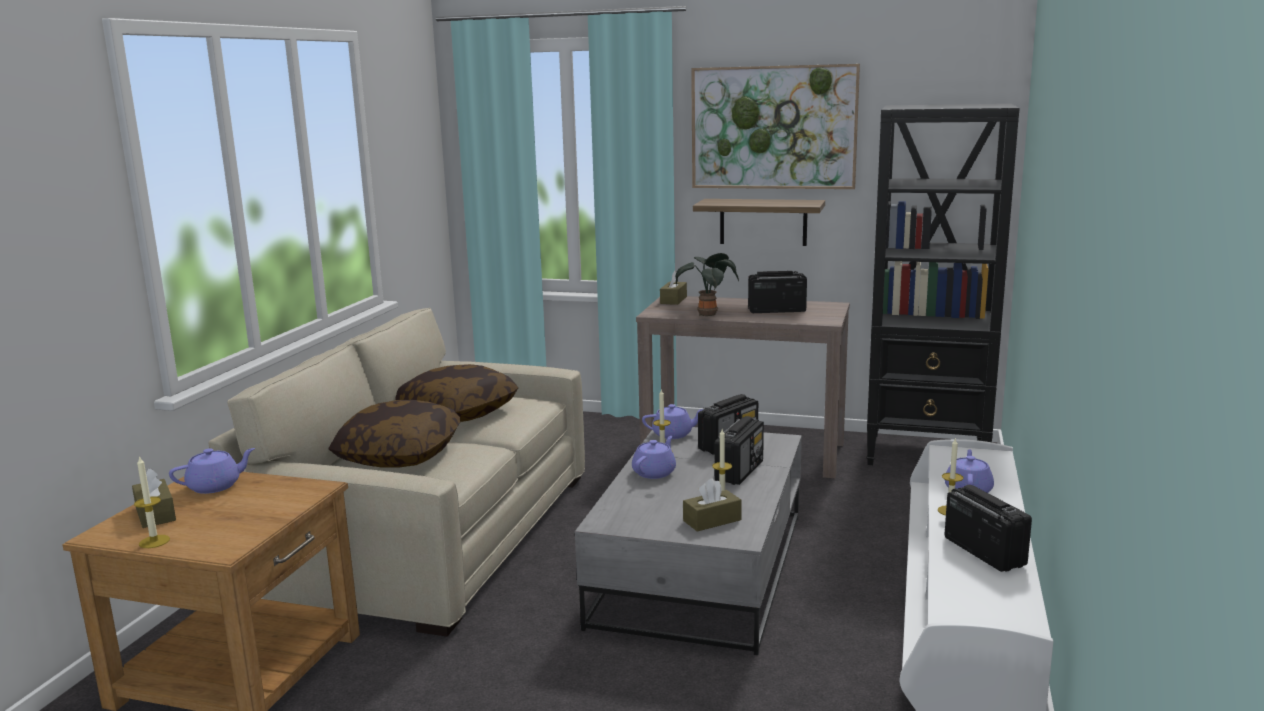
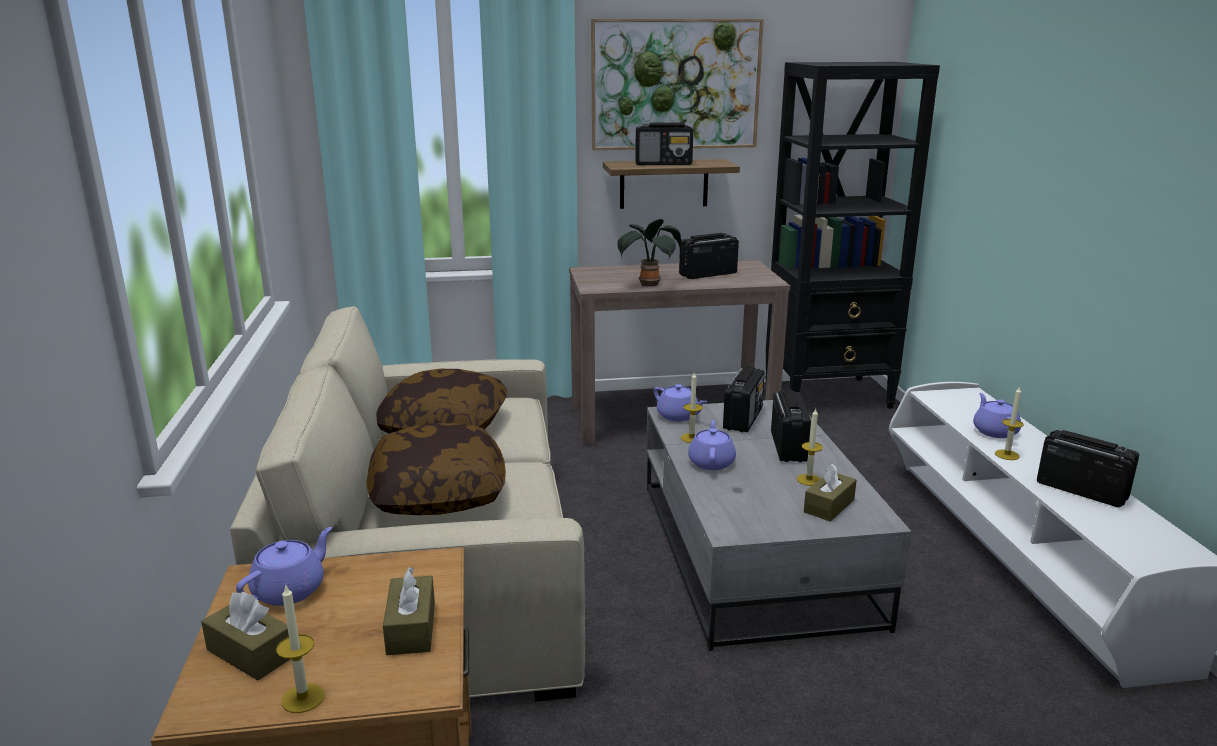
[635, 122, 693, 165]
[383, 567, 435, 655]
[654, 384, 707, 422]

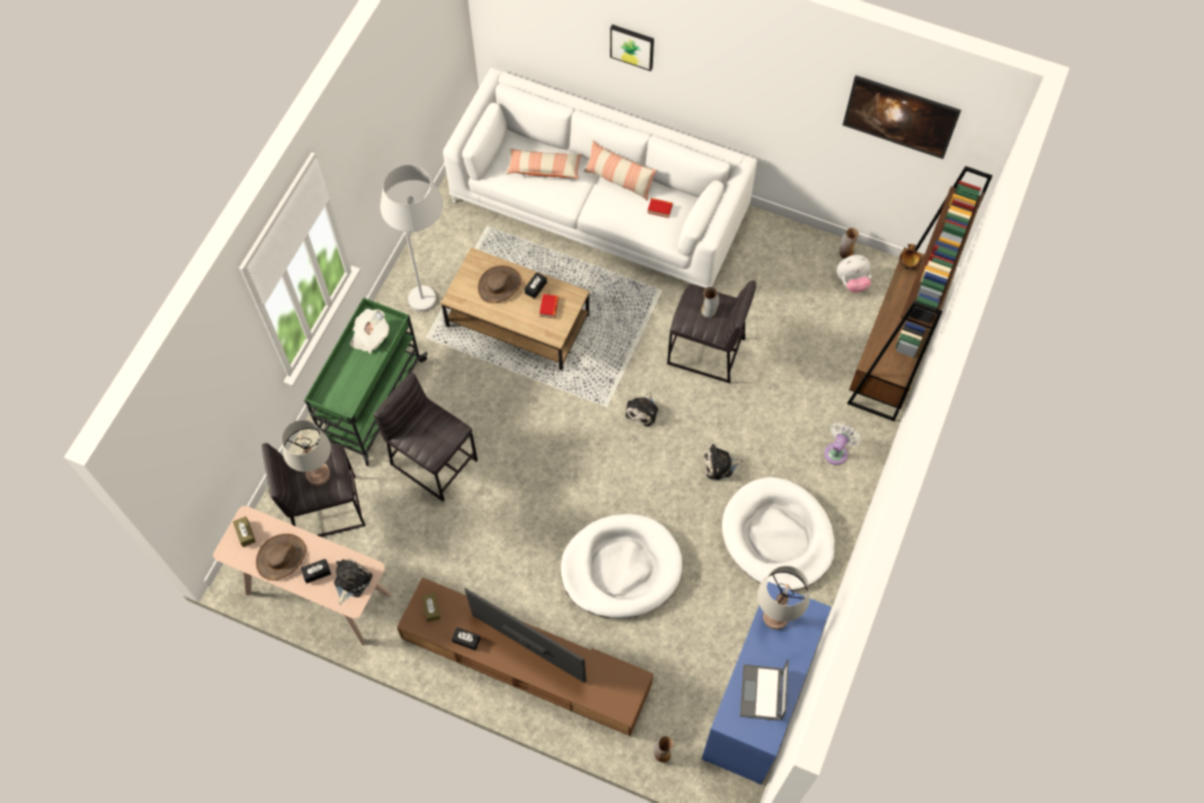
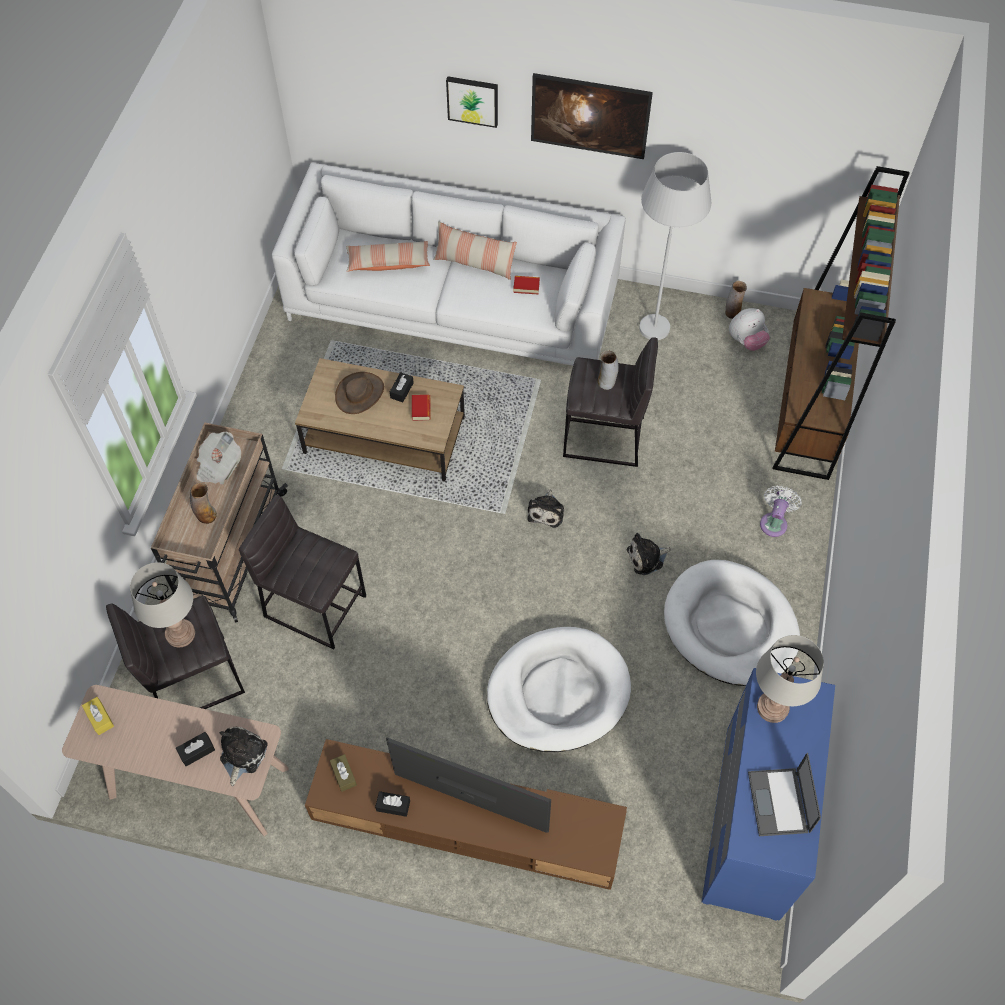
[256, 534, 306, 580] (first image)
[899, 244, 921, 271] (first image)
[639, 152, 711, 340]
[190, 482, 217, 524]
[531, 73, 653, 159]
[82, 697, 114, 735]
[151, 422, 288, 623]

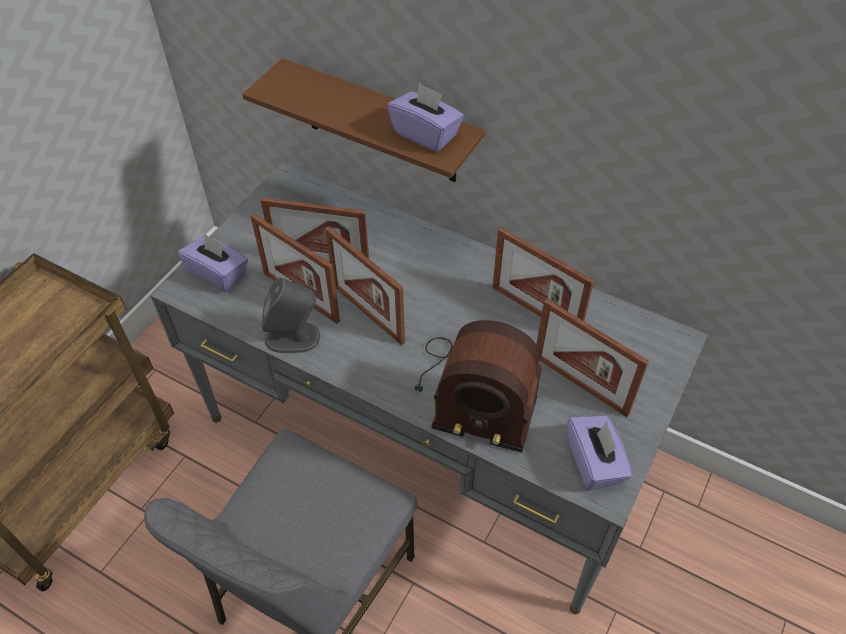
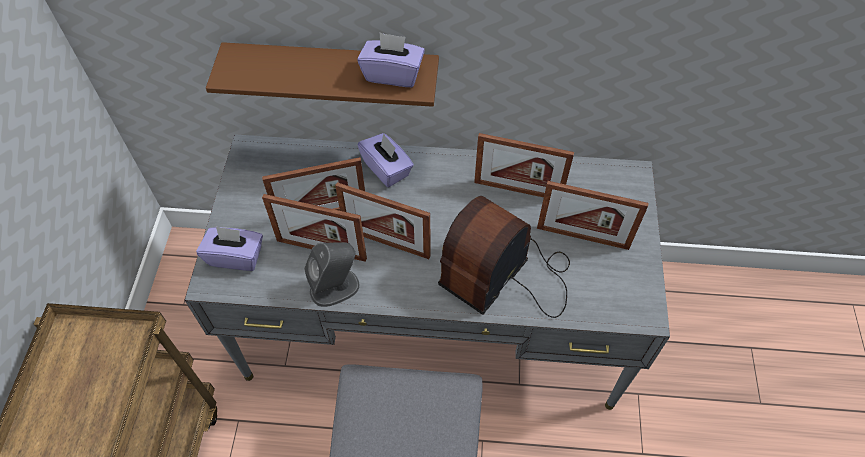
[358, 133, 414, 187]
[438, 196, 570, 318]

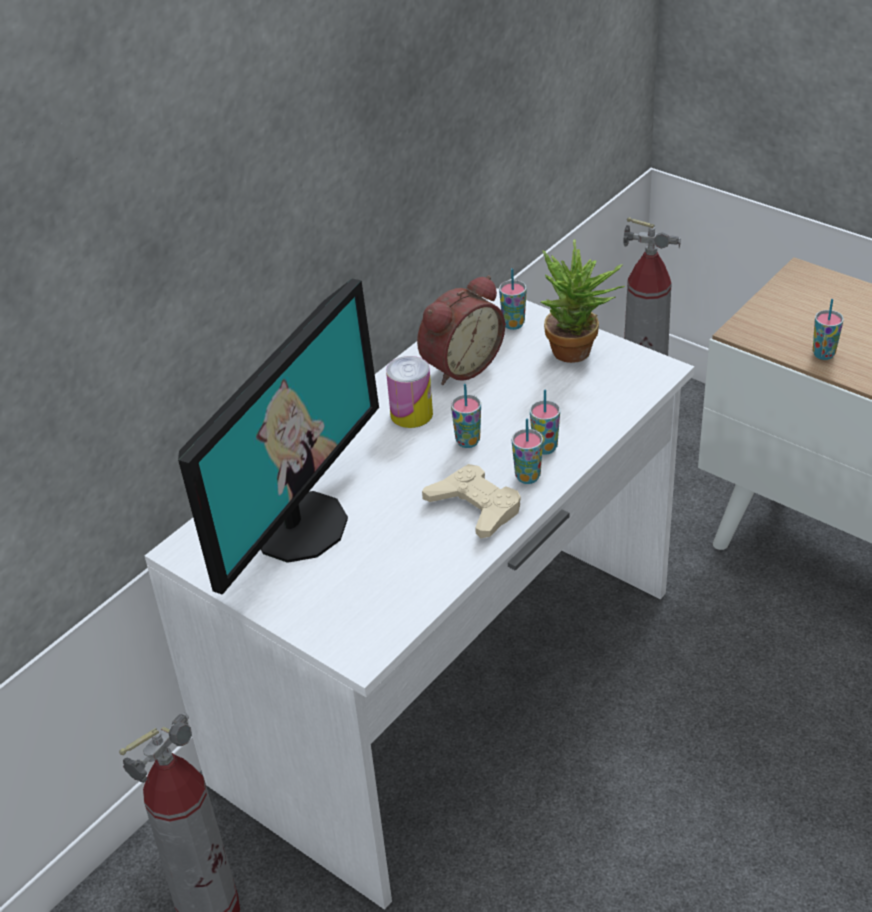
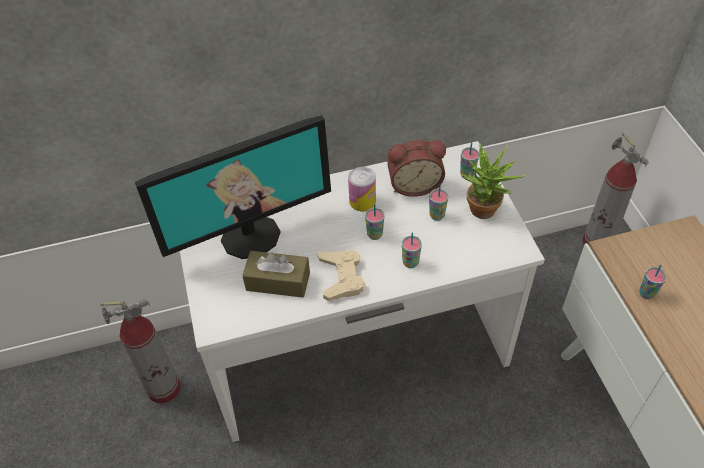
[242, 251, 310, 298]
[429, 185, 449, 221]

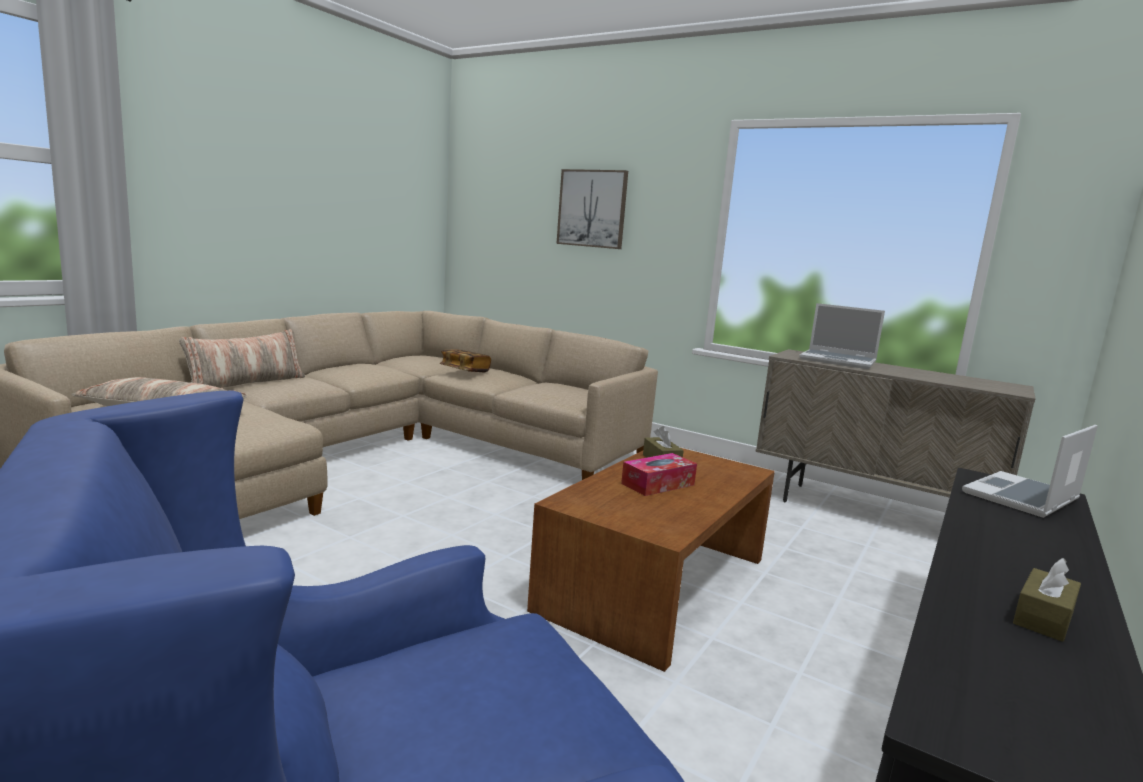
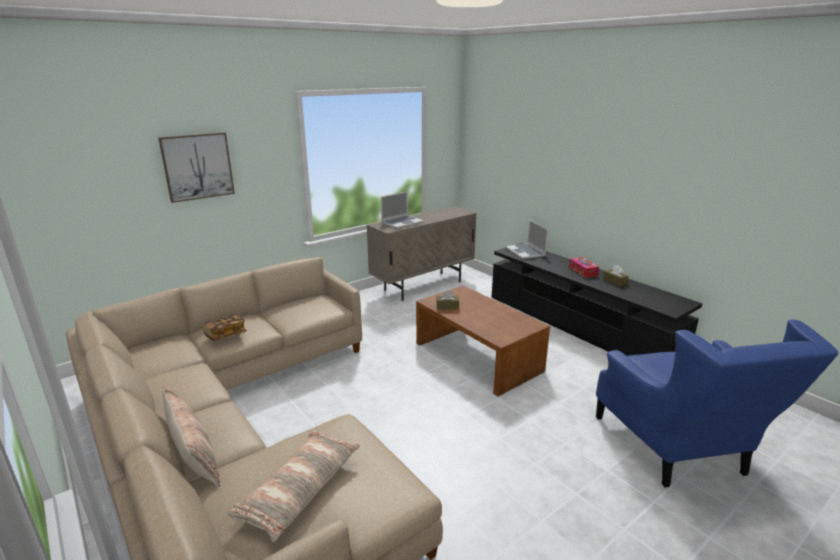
[569, 257, 599, 278]

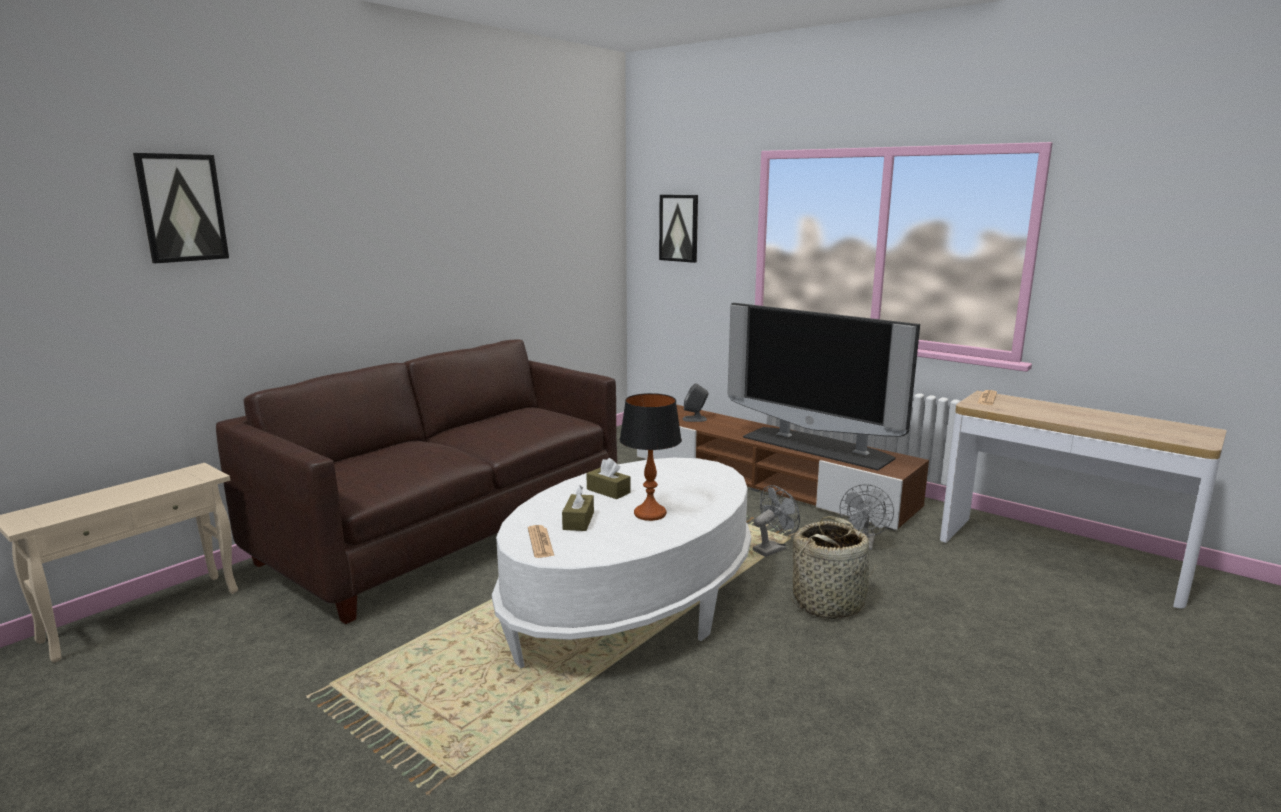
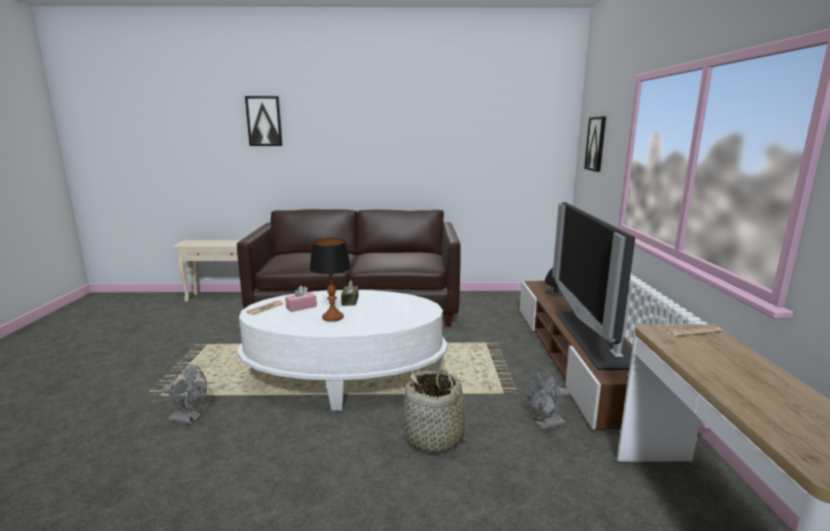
[163, 365, 207, 425]
[285, 286, 317, 312]

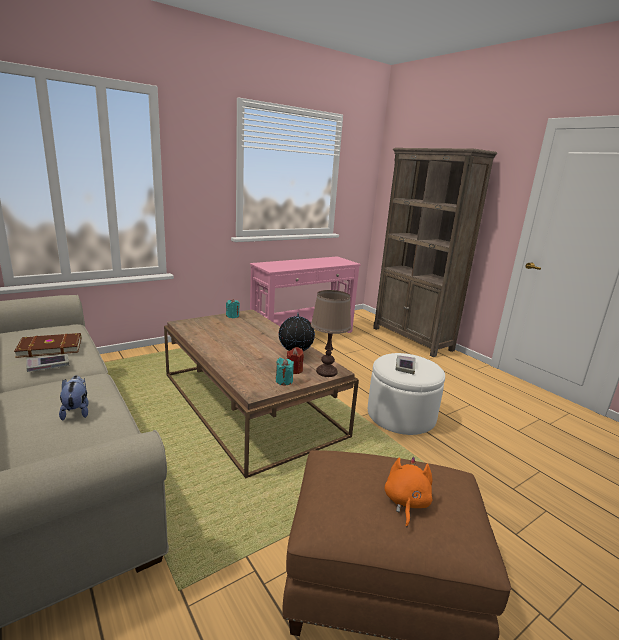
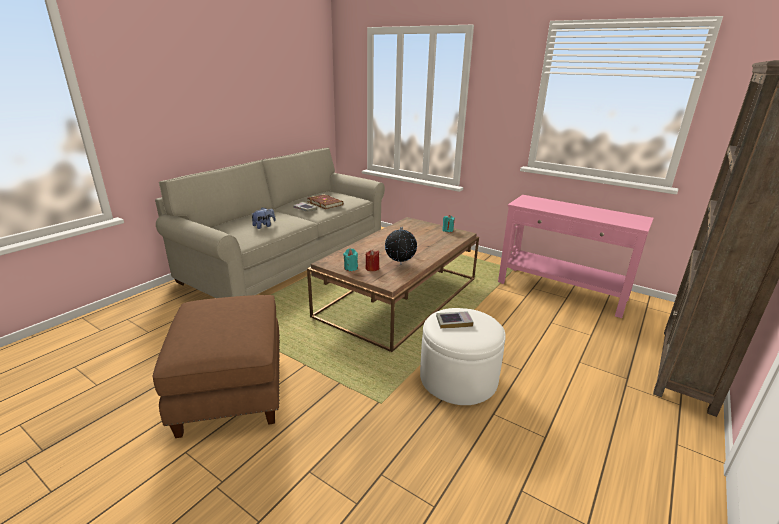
[311, 290, 351, 377] (first image)
[385, 457, 432, 528] (first image)

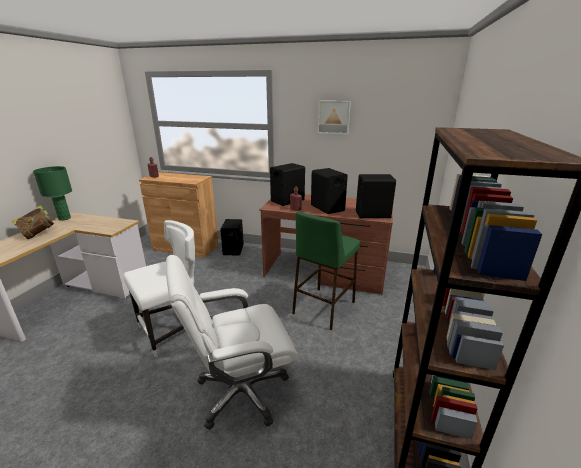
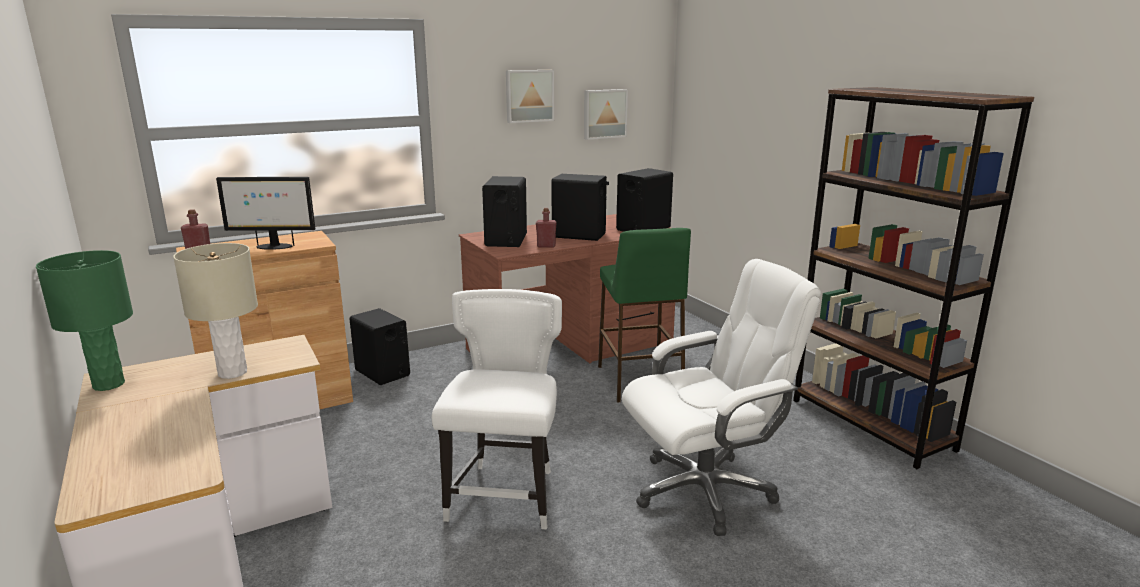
[12, 205, 55, 239] (first image)
[173, 243, 258, 379]
[216, 177, 315, 250]
[584, 89, 628, 140]
[622, 259, 821, 536]

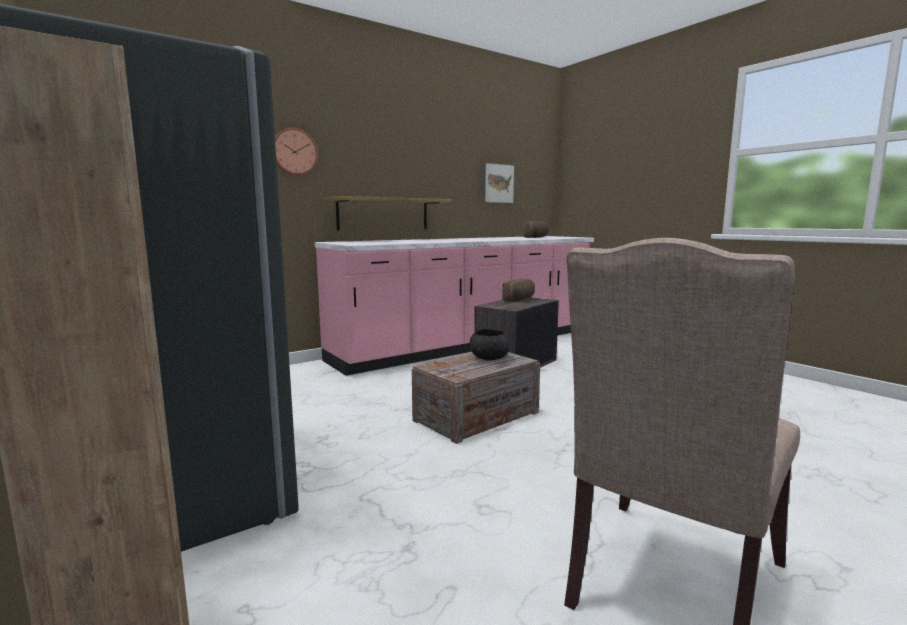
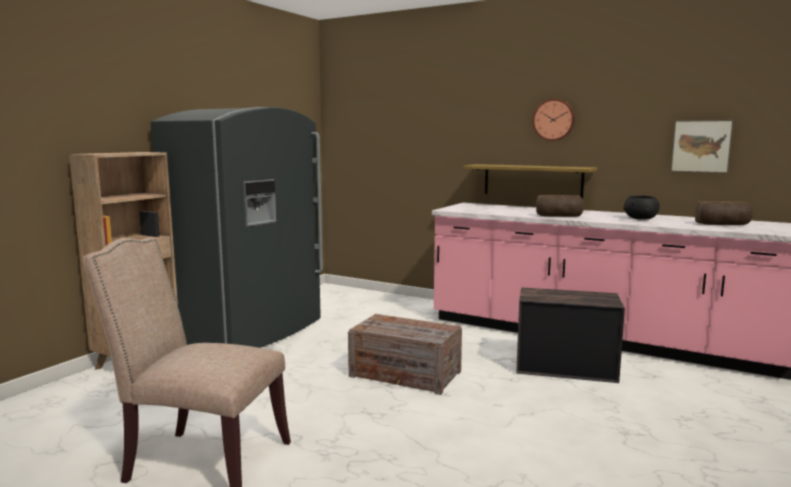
[532, 99, 575, 141]
[624, 196, 660, 219]
[536, 195, 584, 217]

